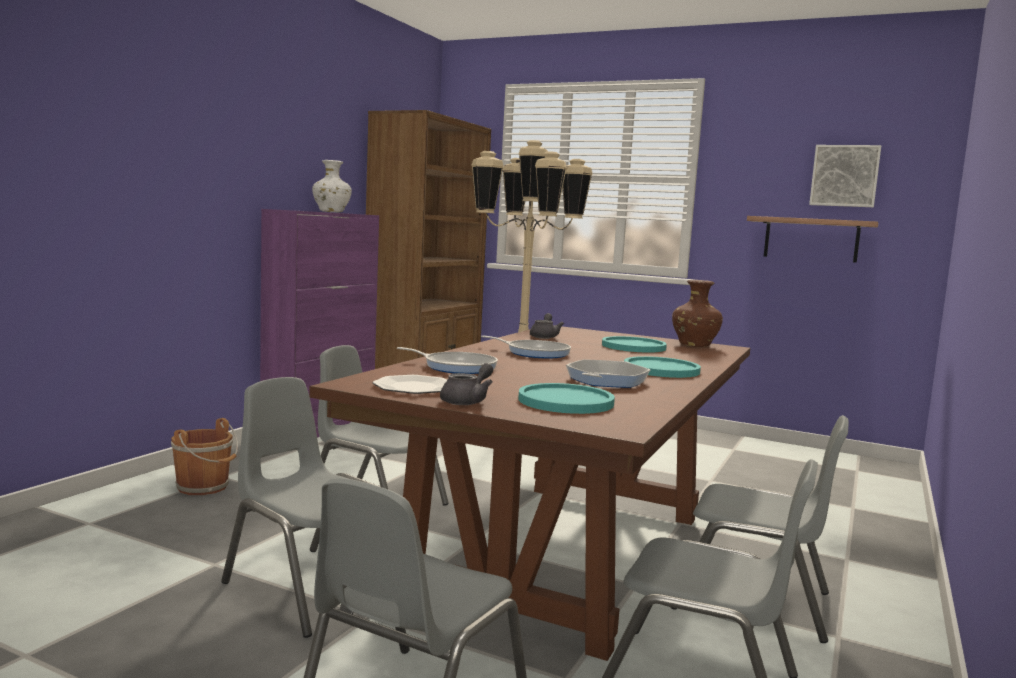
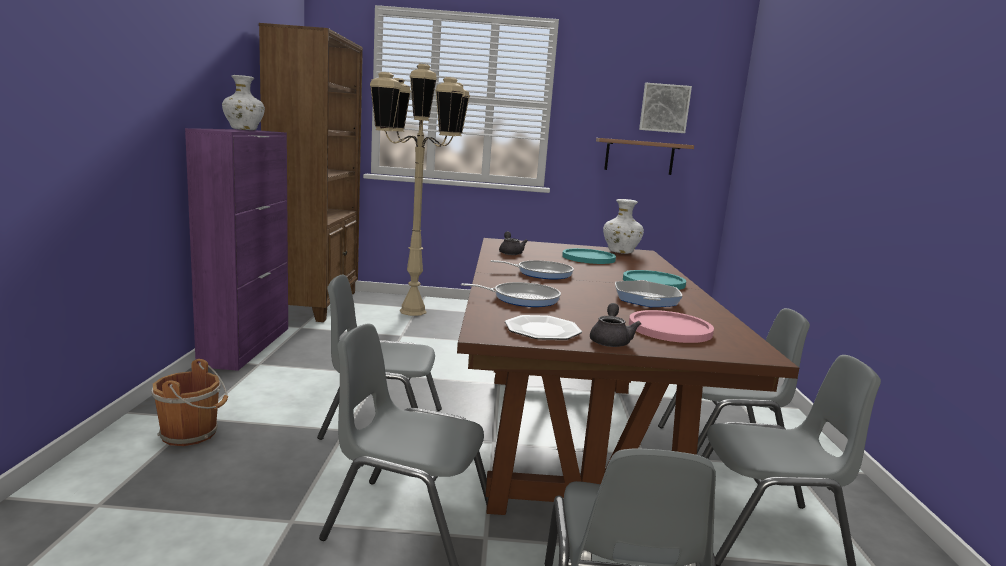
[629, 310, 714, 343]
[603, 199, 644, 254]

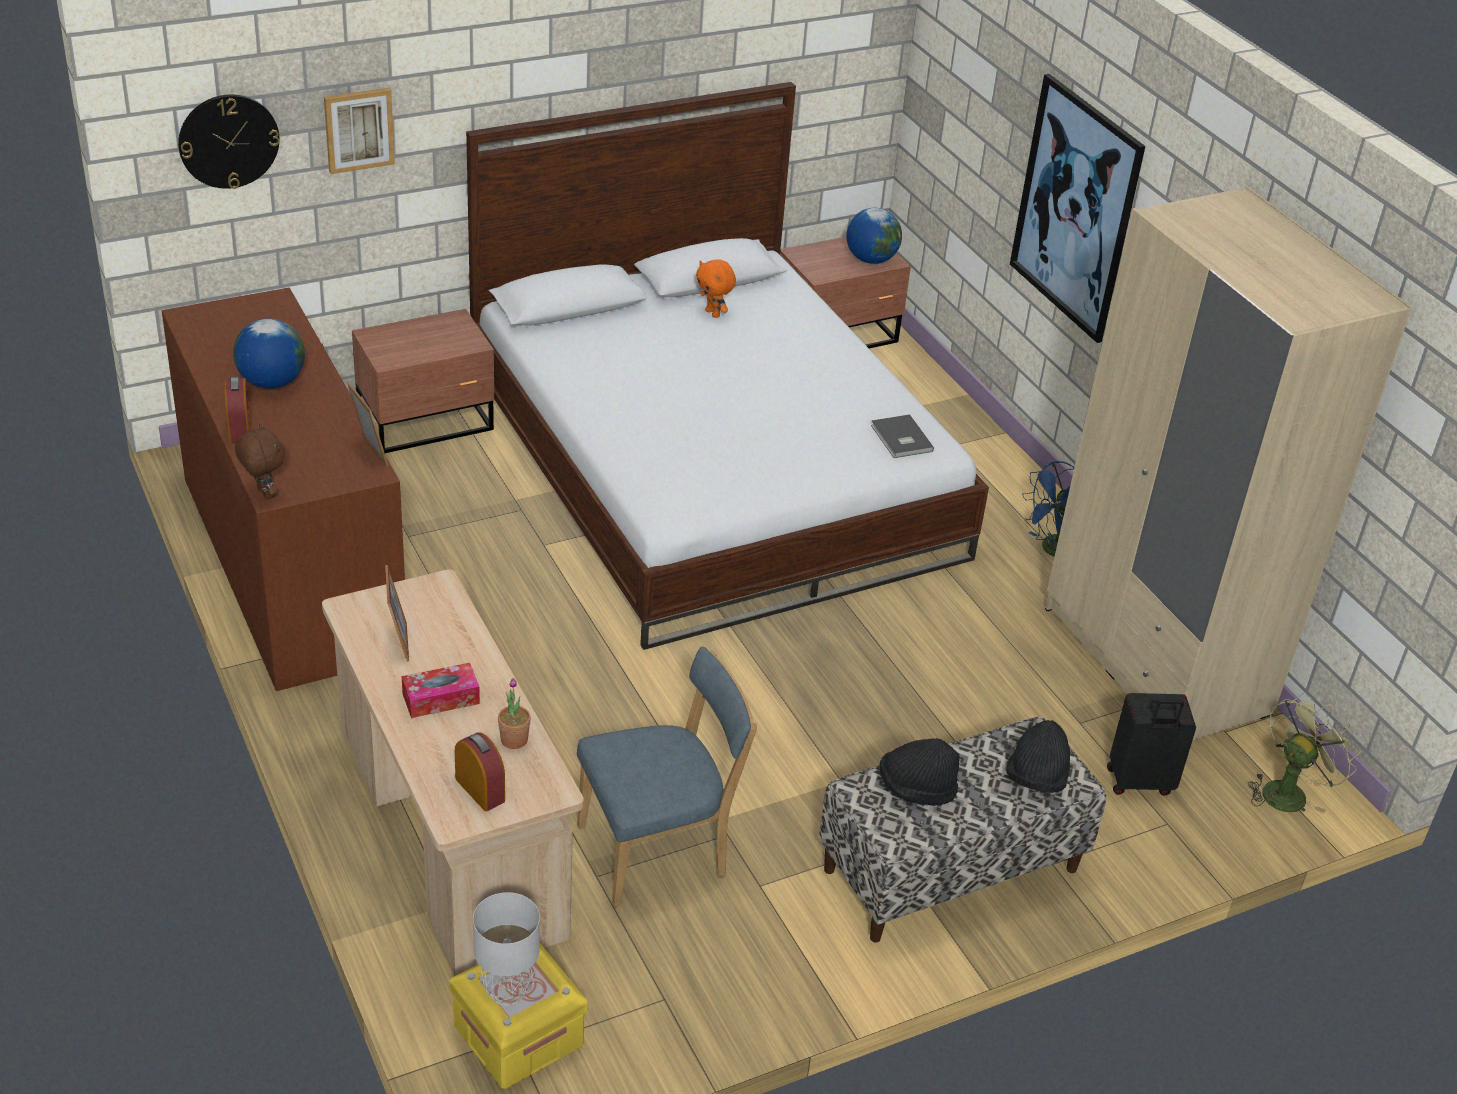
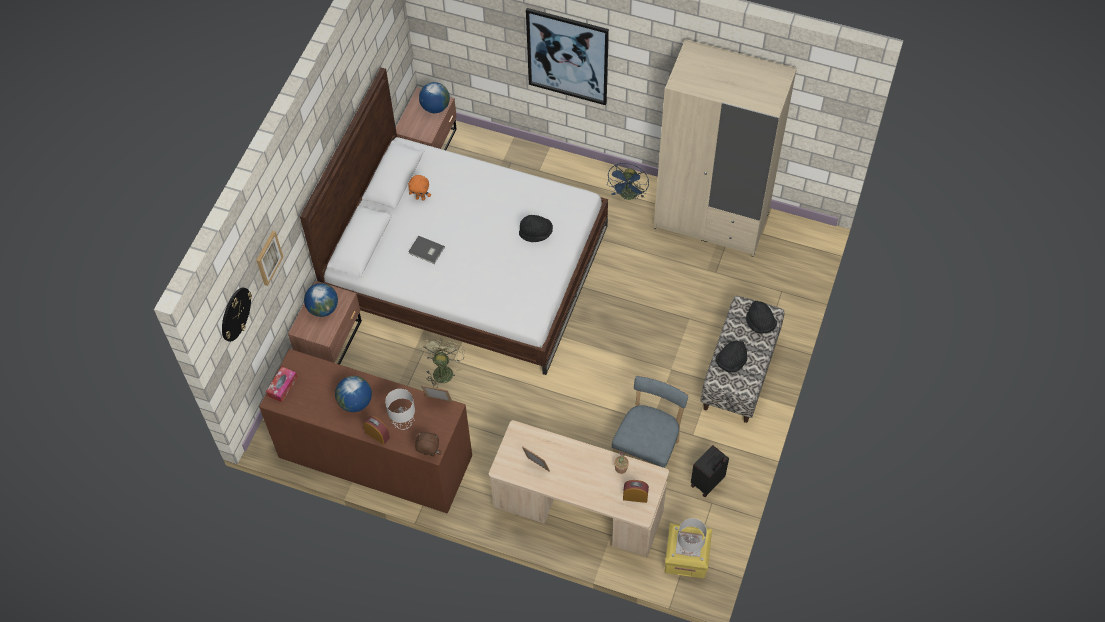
[304, 283, 338, 317]
[385, 389, 415, 430]
[519, 215, 553, 242]
[266, 367, 298, 402]
[408, 236, 445, 264]
[691, 445, 729, 497]
[419, 338, 465, 388]

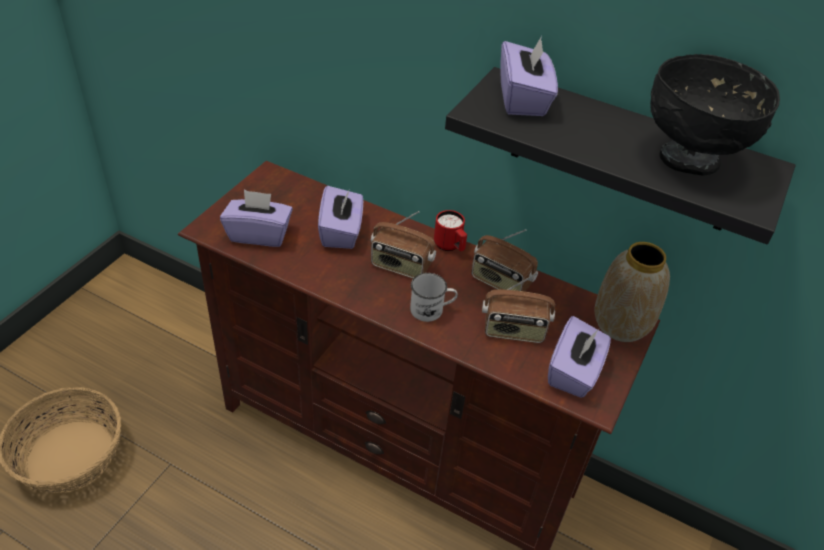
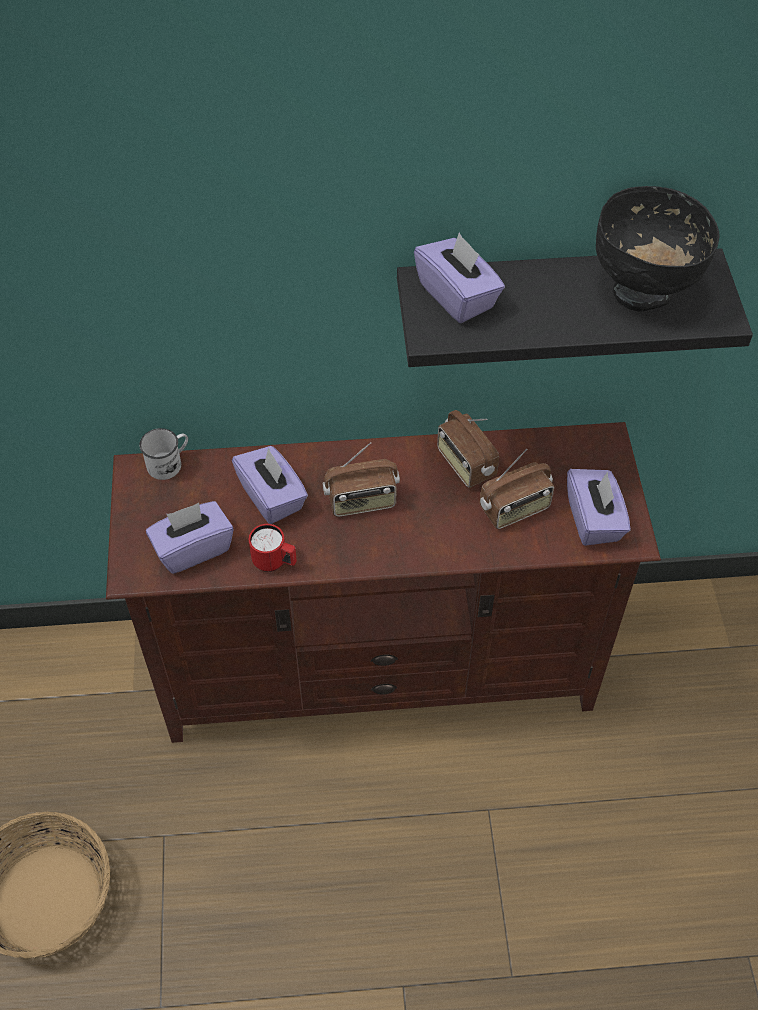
[595, 242, 670, 342] (first image)
[139, 428, 188, 480]
[249, 524, 297, 572]
[437, 410, 499, 488]

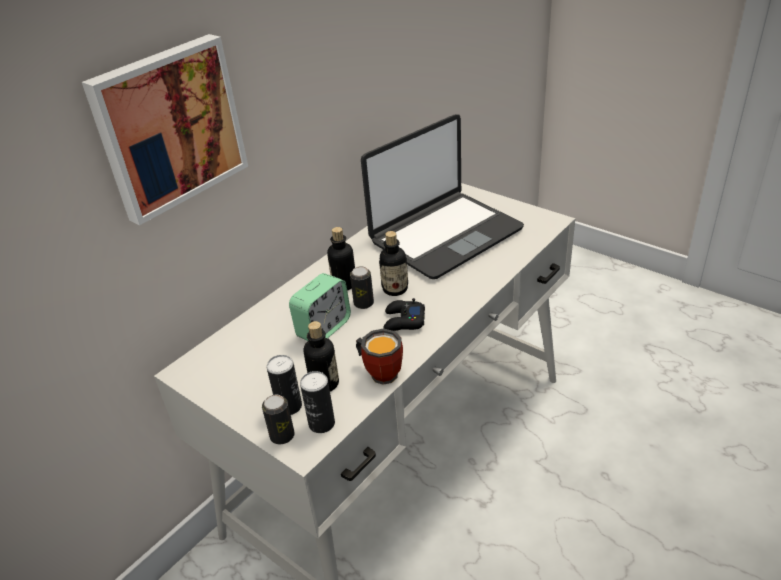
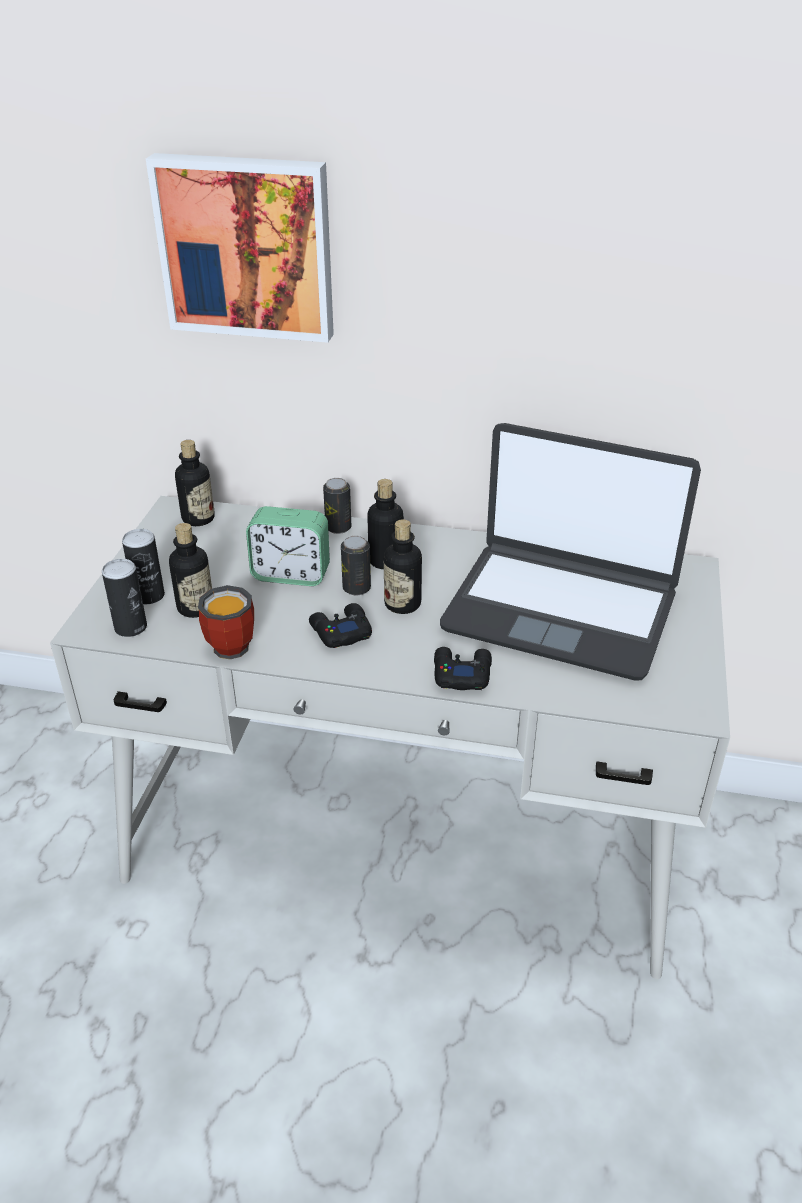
[175, 440, 215, 526]
[434, 647, 492, 690]
[323, 478, 351, 534]

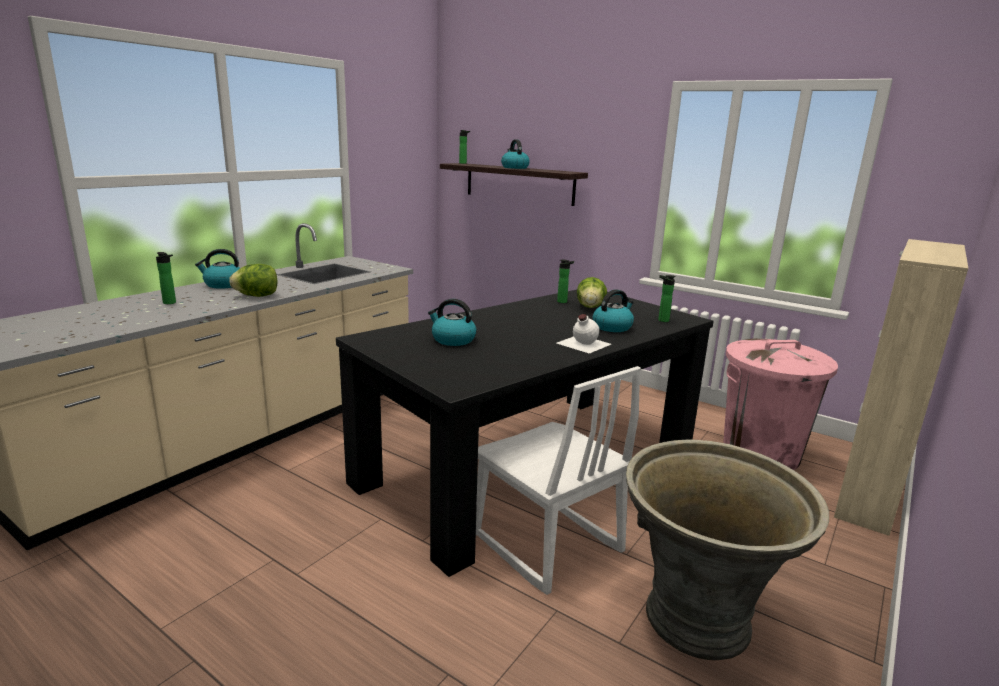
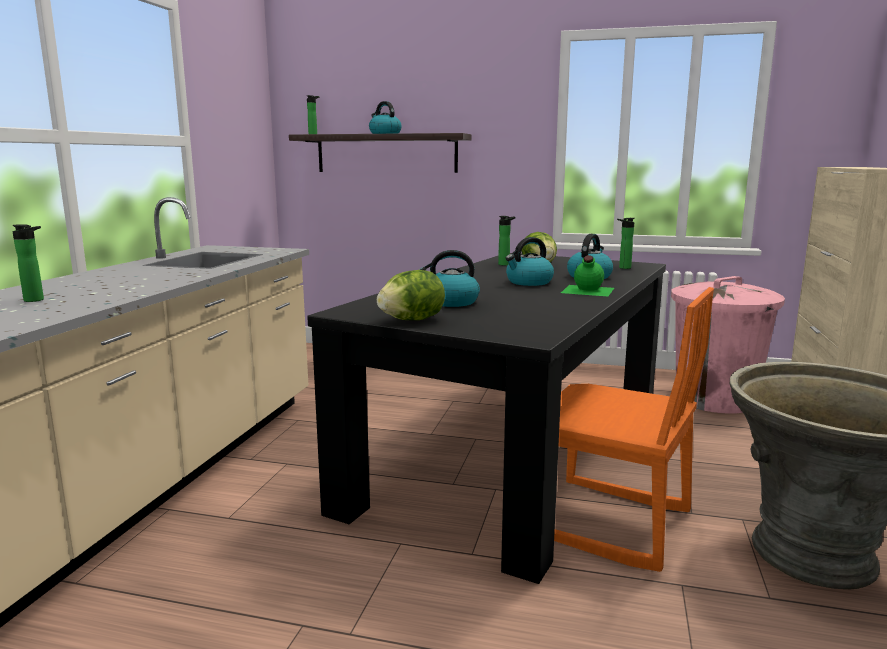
[506, 237, 554, 286]
[377, 270, 445, 320]
[554, 287, 714, 572]
[561, 255, 614, 296]

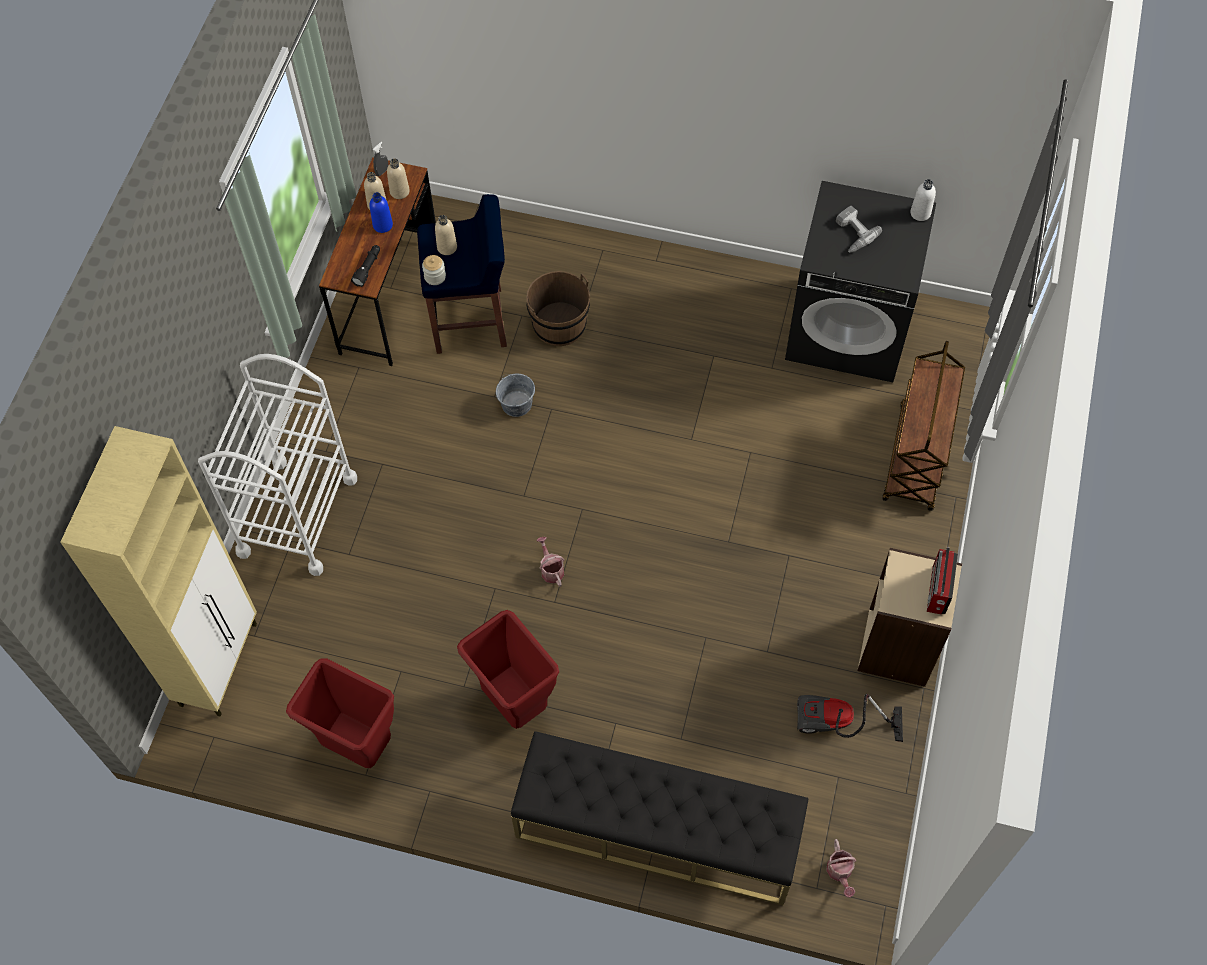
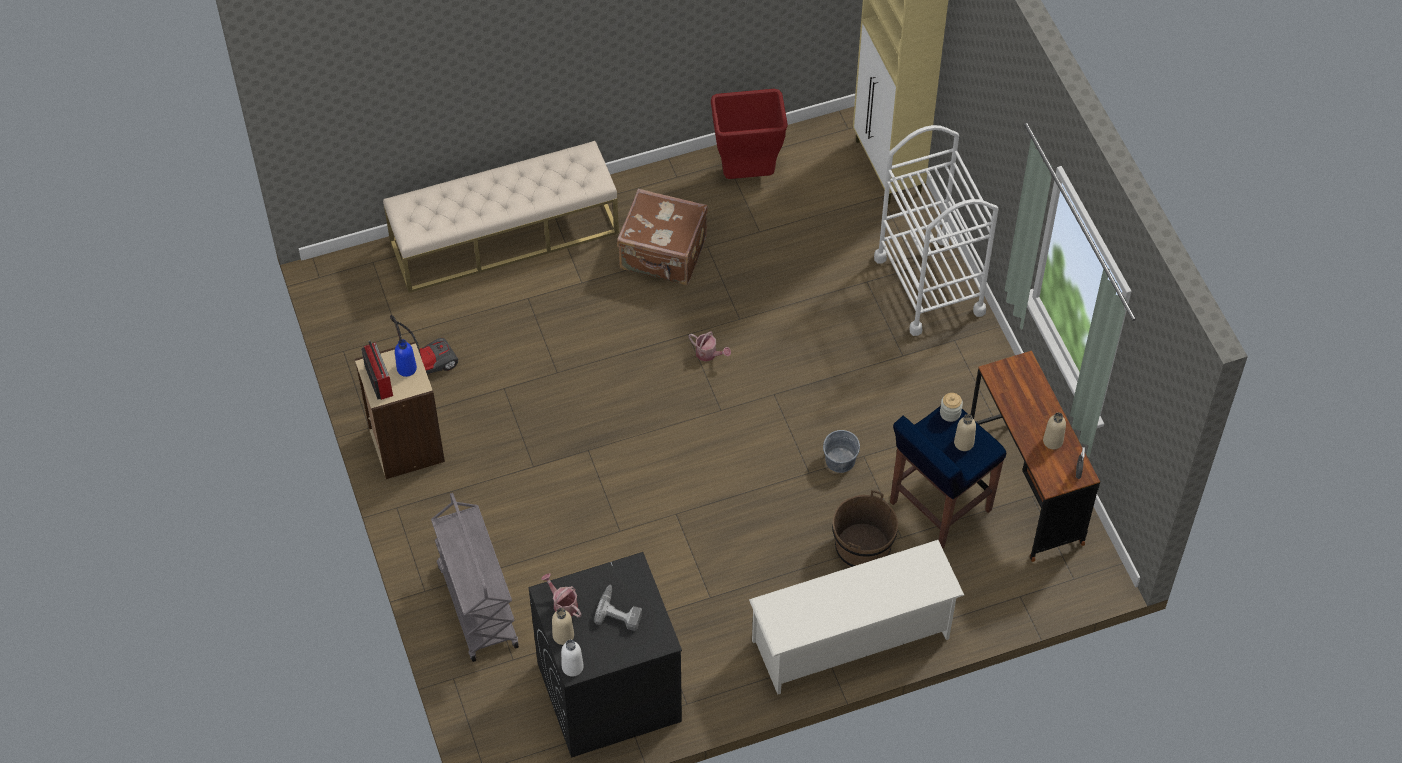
[351, 245, 380, 287] (first image)
[749, 540, 964, 694]
[395, 339, 417, 377]
[552, 608, 574, 645]
[541, 573, 581, 617]
[617, 189, 708, 285]
[383, 141, 619, 293]
[431, 493, 519, 662]

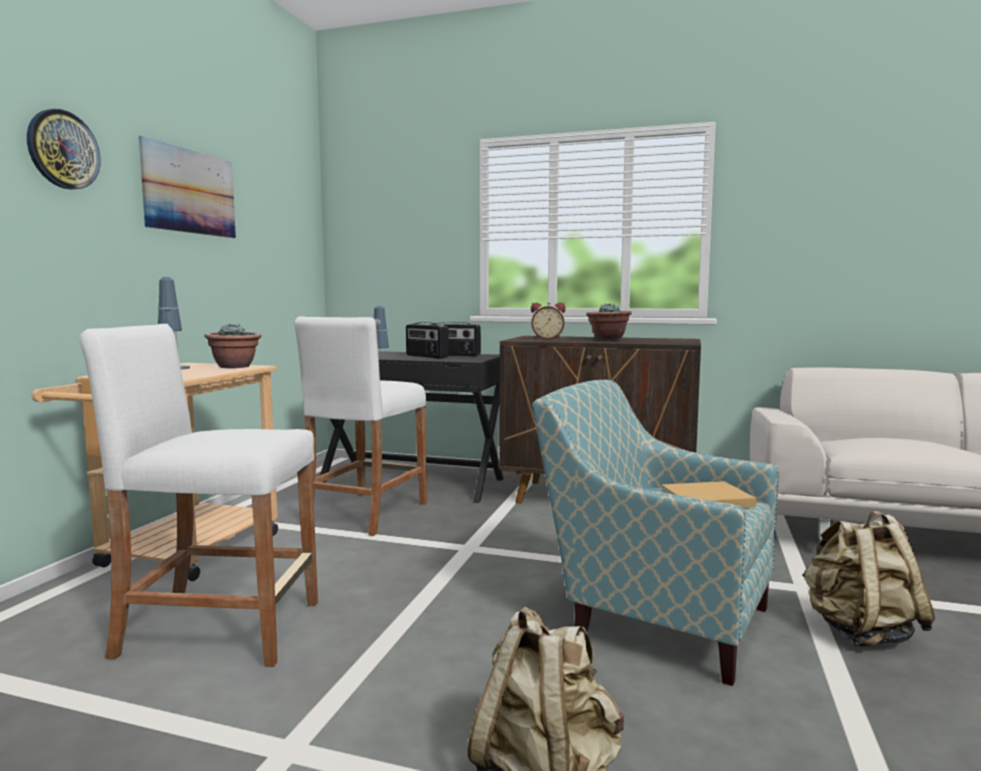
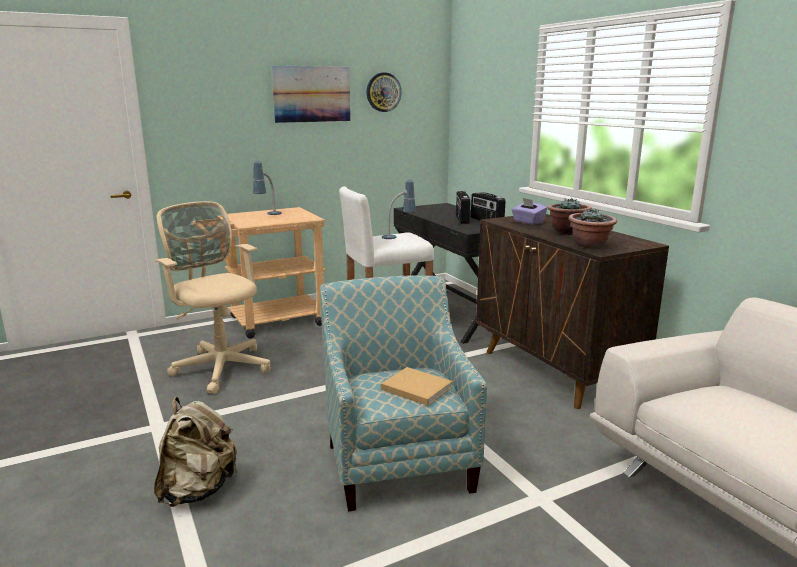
[802, 511, 935, 647] (first image)
[366, 73, 401, 112]
[568, 209, 617, 249]
[154, 201, 271, 394]
[512, 198, 547, 225]

